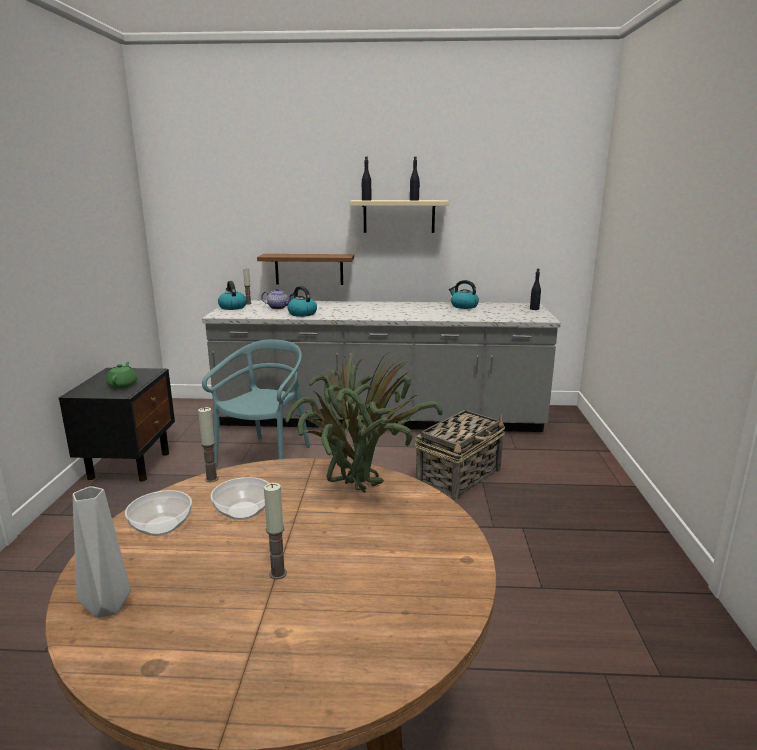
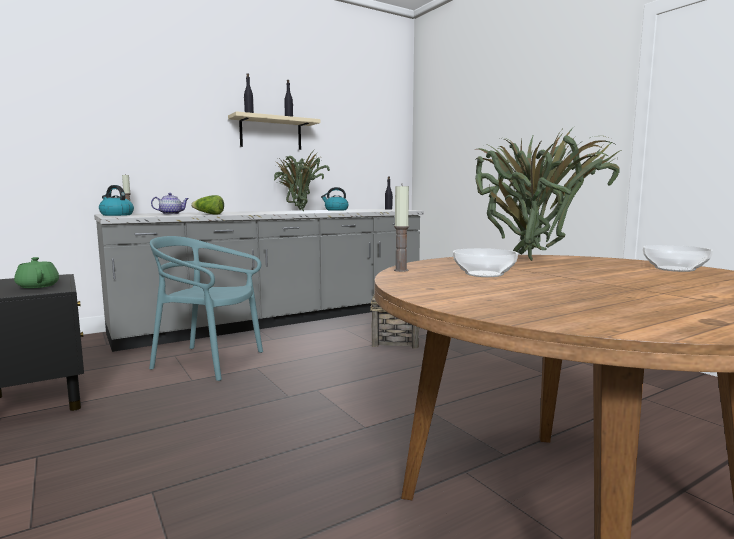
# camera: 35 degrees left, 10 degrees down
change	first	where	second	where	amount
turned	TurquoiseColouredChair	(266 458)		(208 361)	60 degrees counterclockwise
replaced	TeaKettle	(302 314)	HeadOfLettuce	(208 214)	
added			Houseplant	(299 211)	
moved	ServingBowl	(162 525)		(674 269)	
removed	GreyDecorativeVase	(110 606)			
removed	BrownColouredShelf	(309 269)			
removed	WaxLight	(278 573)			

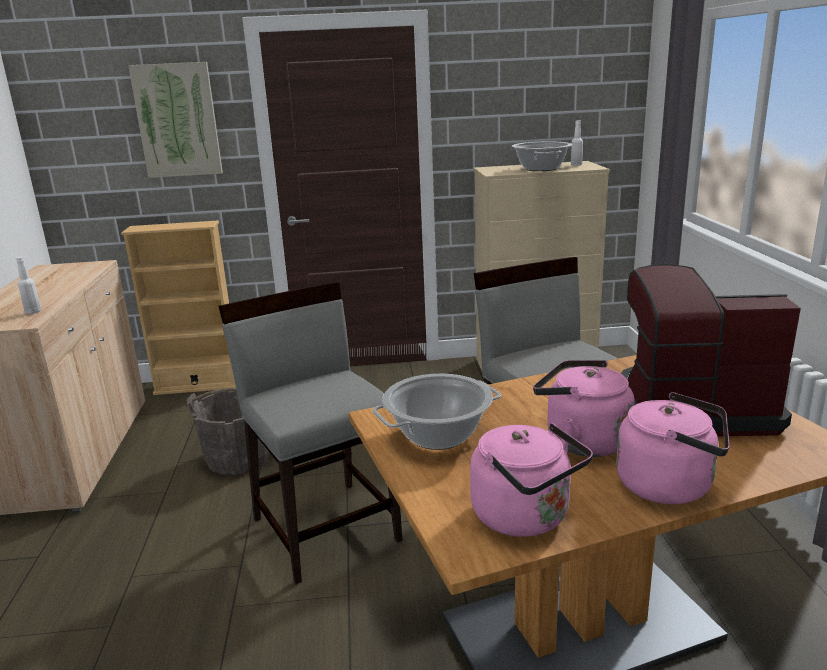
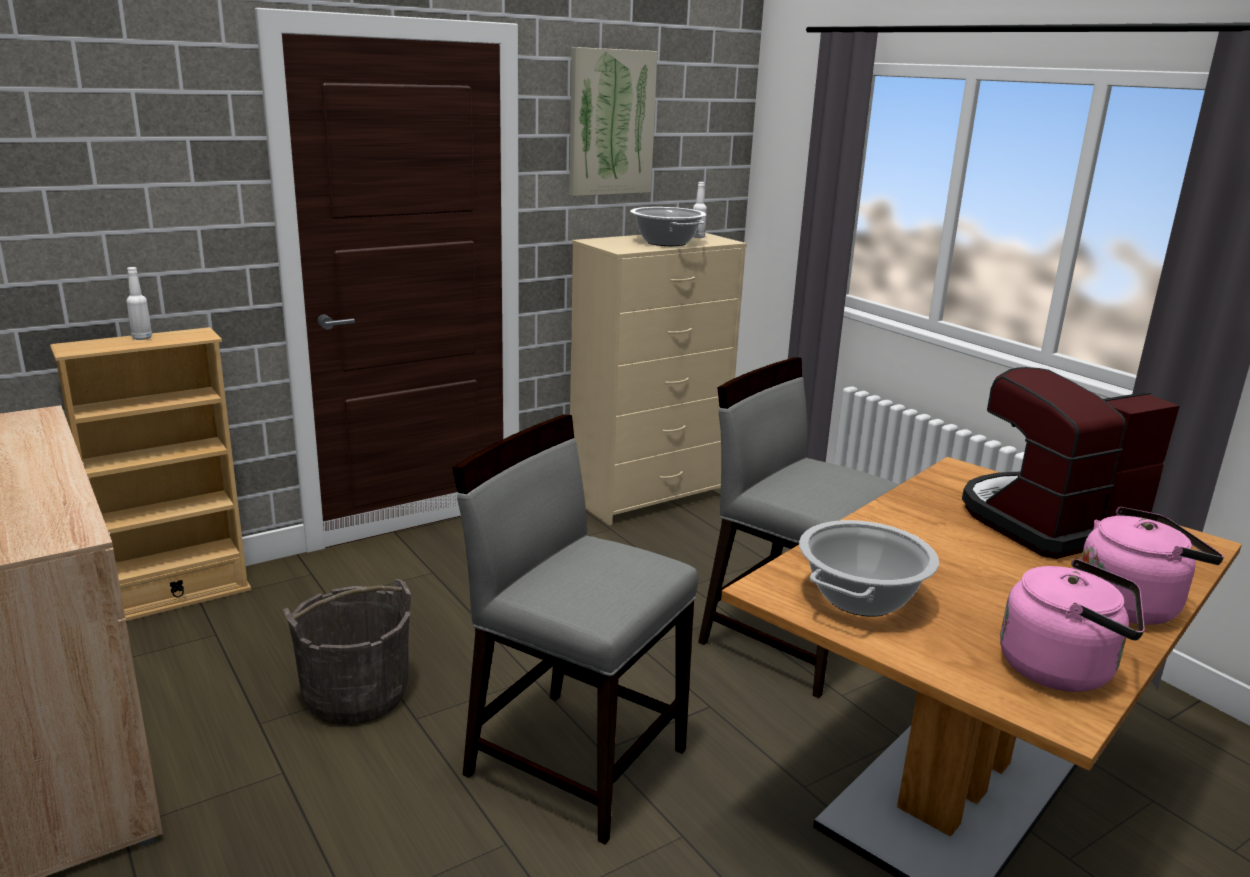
# camera: 30 degrees left, 0 degrees up
change	first	where	second	where	amount
moved	WhiteColouredDrinkBottle	(33 312)		(142 338)	
moved	WallPicture	(177 120)		(610 123)	
removed	PinkColouredTeaKettle	(581 441)			

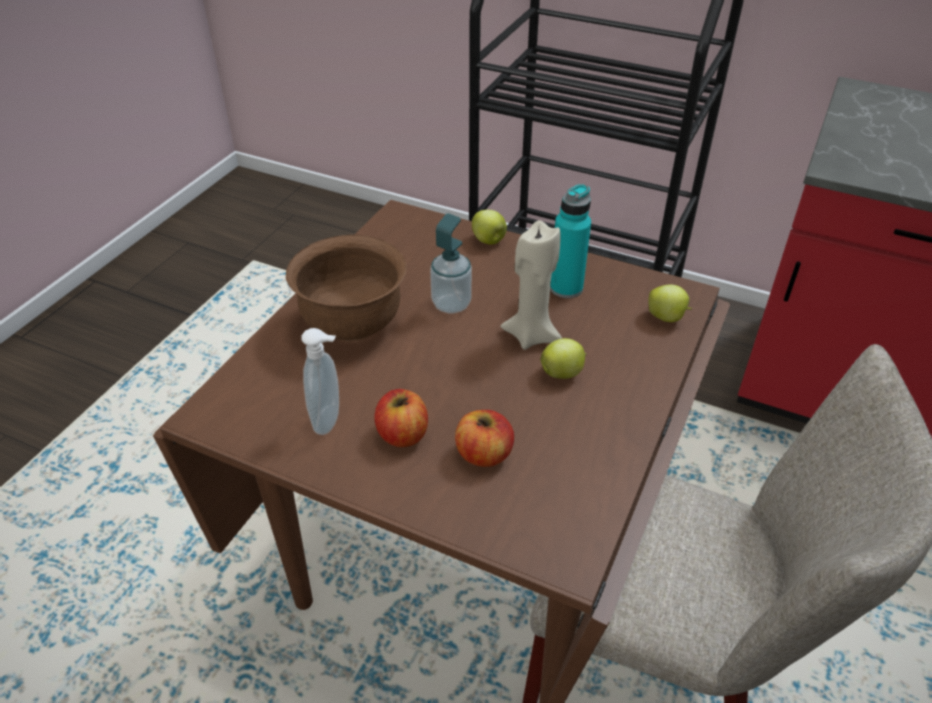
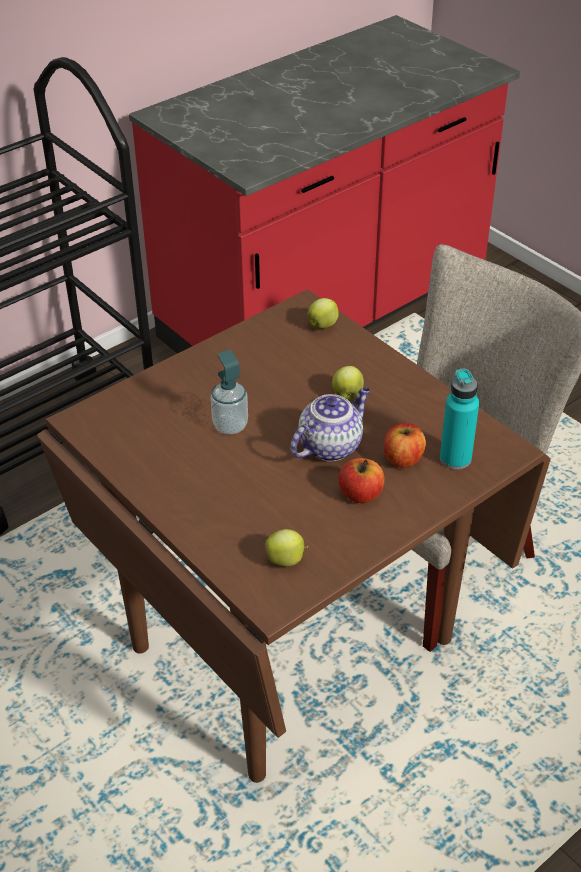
# camera: 65 degrees left, 0 degrees up
change	first	where	second	where	amount
moved	AppleFruit	(489 241)		(286 560)	
added			TeaPot	(330 445)	
moved	TurquoiseColouredDrinkBottle	(566 288)		(455 458)	
removed	BrownColouredServingBowl	(353 324)			
removed	SoapBottle	(330 420)			
removed	SandColouredWaxLight	(531 335)			

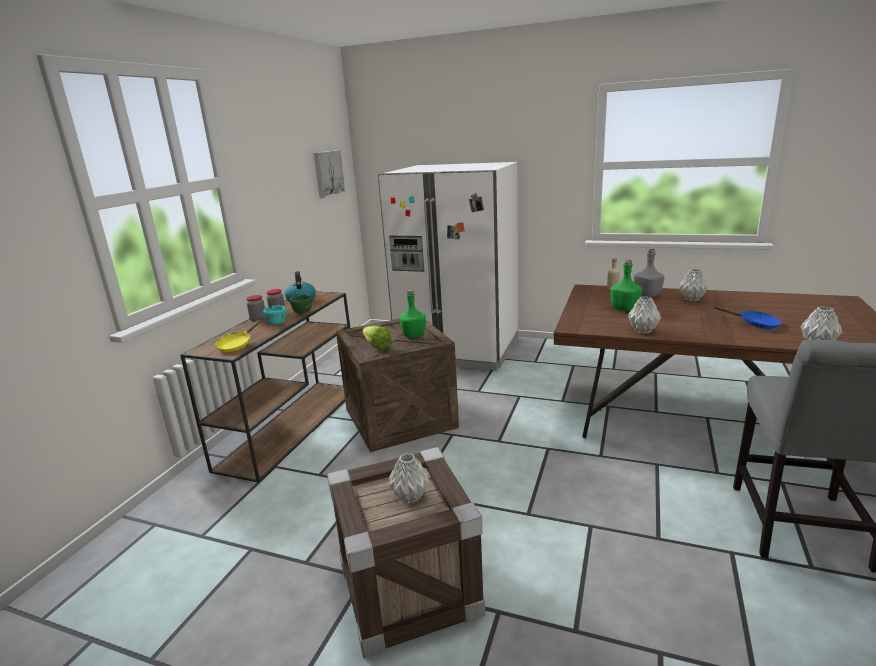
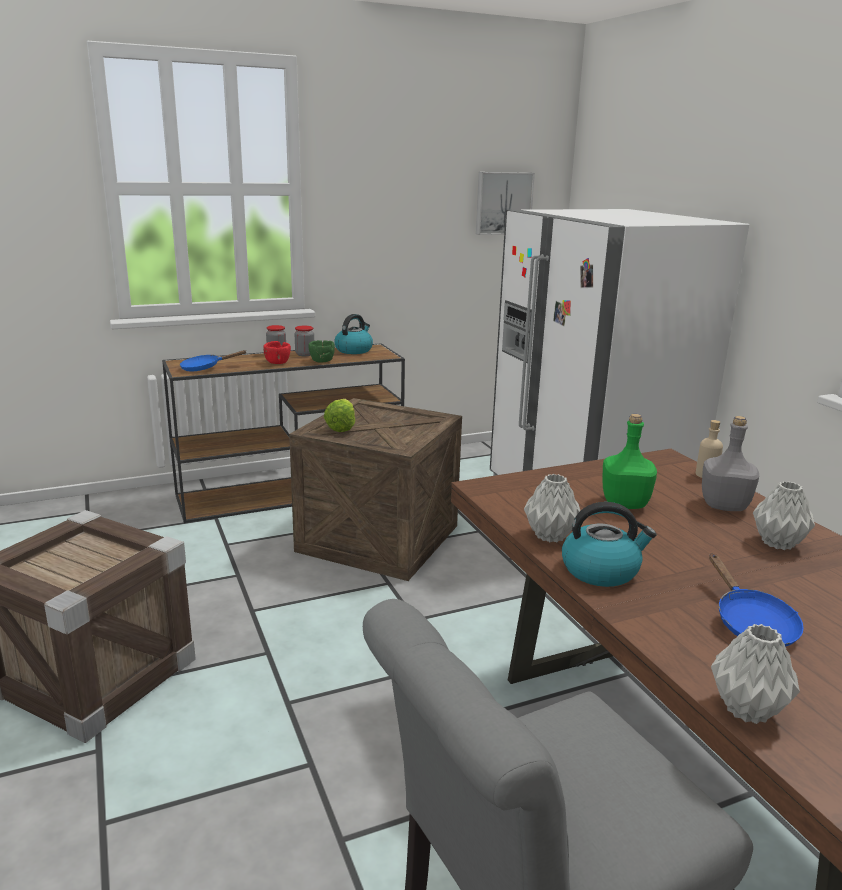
# camera: 45 degrees right, 0 degrees up
change	first	where	second	where	amount
recoloured	YellowColouredFryingPan	(237 345)	BlueColouredFryingPan	(204 368)	
recoloured	TurquoiseColouredServingBowl	(276 323)	RedServingBowl	(277 362)	
added			TeaKettle	(601 570)	
removed	GreyDecorativeVase	(409 497)			
removed	GreenishDrinkBottle	(414 335)			

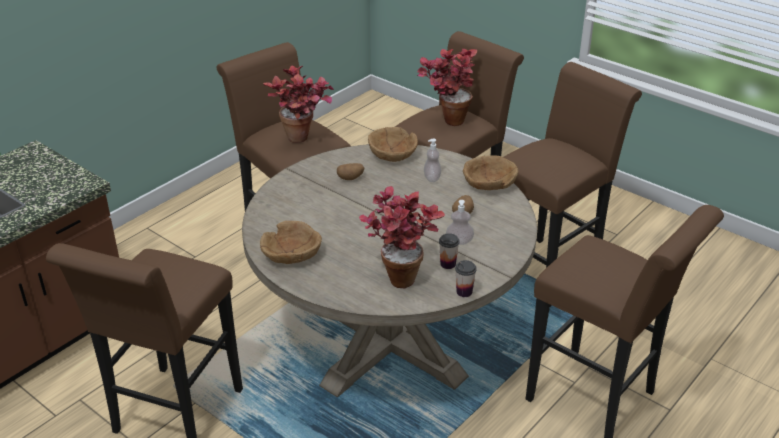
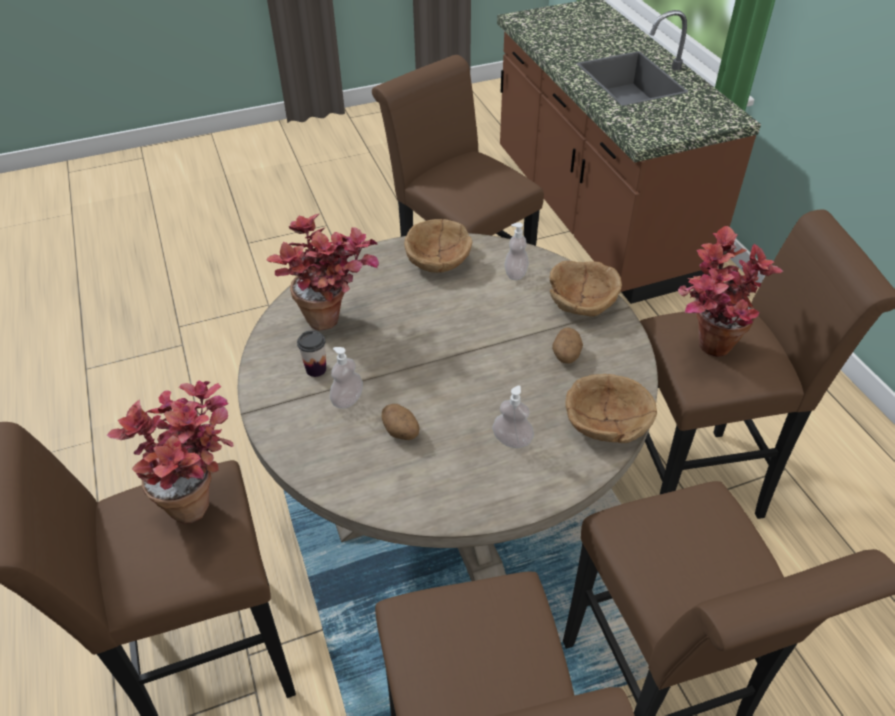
# camera: 120 degrees right, 10 degrees up
change	first	where	second	where	amount
moved	Houseplant	(446 120)		(203 499)	
added			SoapBottle	(515 273)	
moved	BrownColouredServingBowl	(489 184)		(582 301)	
removed	Cup	(464 292)			

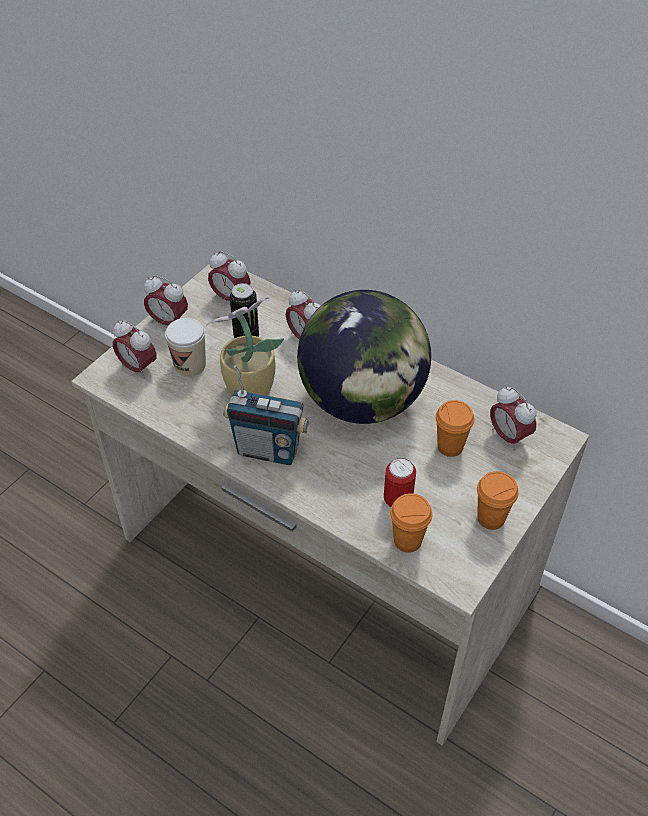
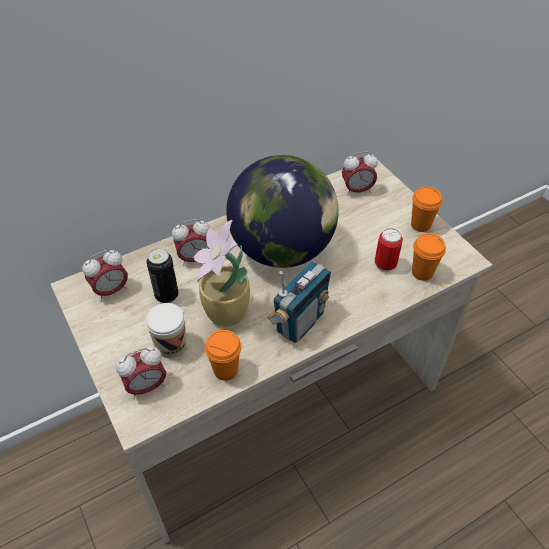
# camera: 65 degrees left, 0 degrees up
change	first	where	second	where	amount
moved	OrangeyCup	(450 447)		(225 370)	
removed	TableClock	(168 322)			

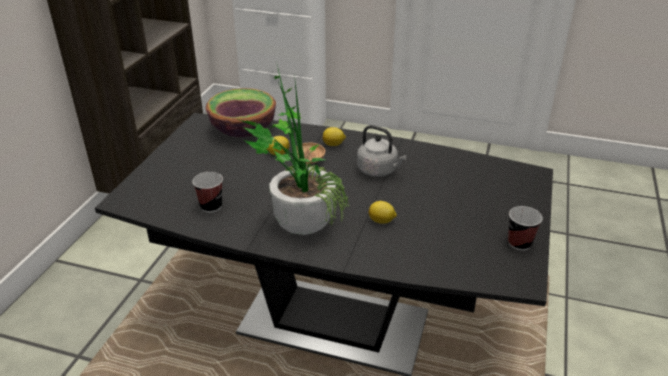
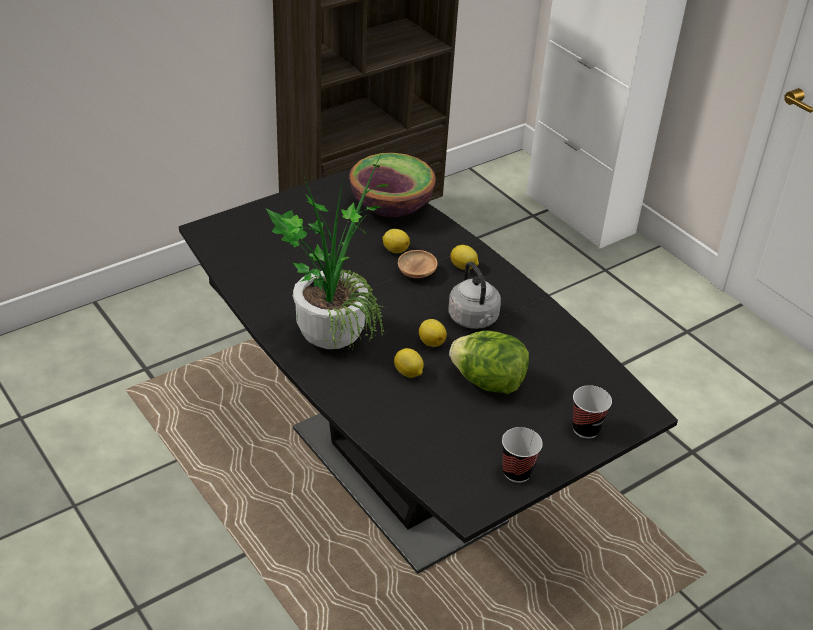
# camera: 35 degrees right, 5 degrees up
change	first	where	second	where	amount
added			Lemon	(431 342)	
added			HeadOfLettuce	(488 382)	
moved	Cup	(211 206)		(586 429)	

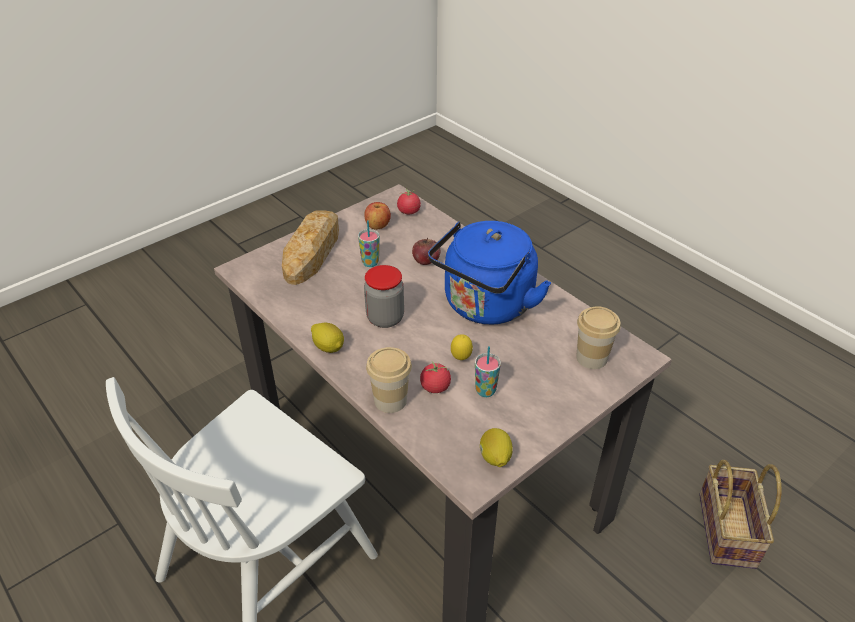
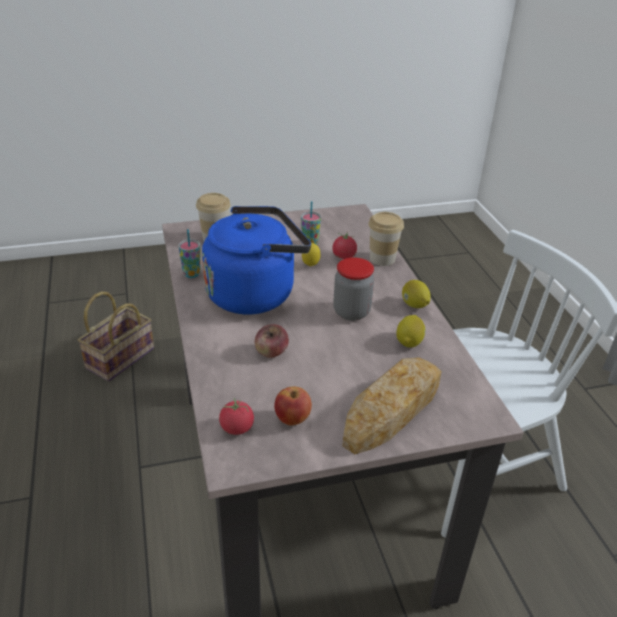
# camera: 155 degrees left, 5 degrees down
change	first	where	second	where	amount
moved	Cup	(370 263)		(191 274)	
moved	Lemon	(495 458)		(409 342)	

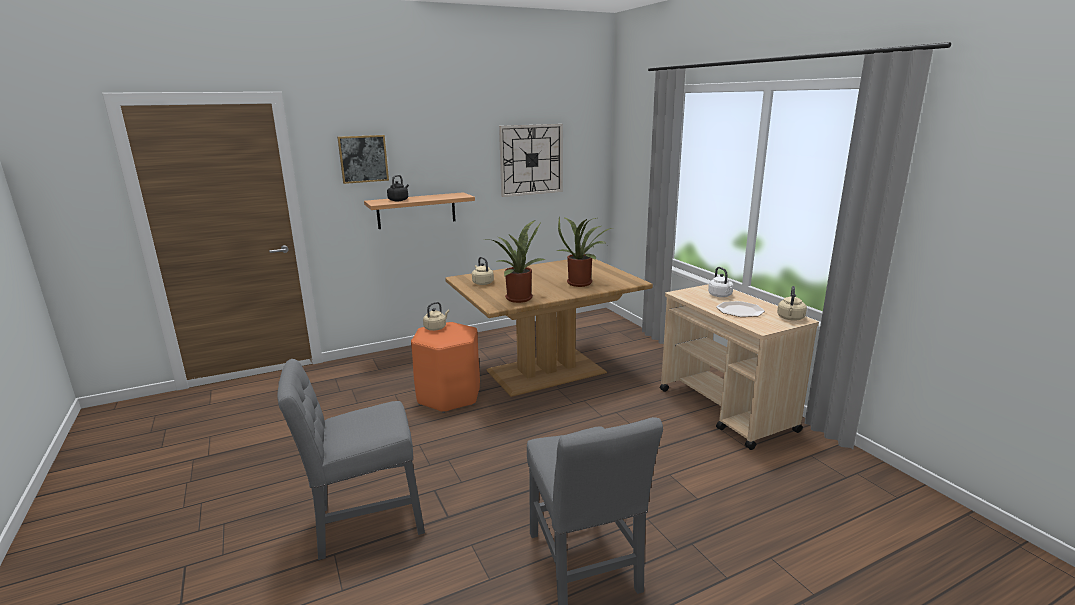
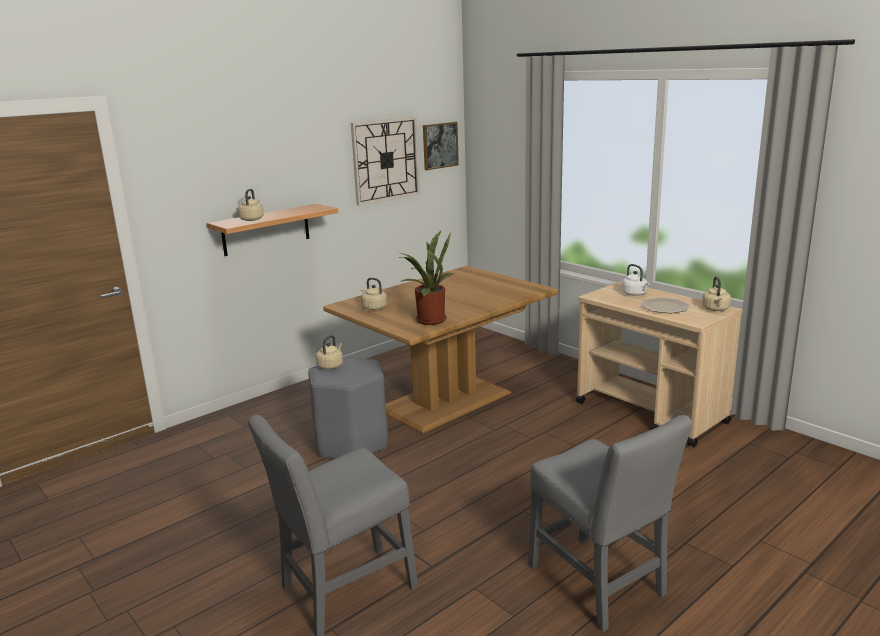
# camera: 15 degrees left, 0 degrees up
change	first	where	second	where	amount
recoloured	BlackishTeaKettle	(399 200)	SandColouredTeaKettle	(252 219)	
recoloured	OrangeyStool	(448 396)	GreyStool	(351 444)	
moved	WallPicture	(363 159)		(440 145)	
removed	Houseplant	(582 283)			

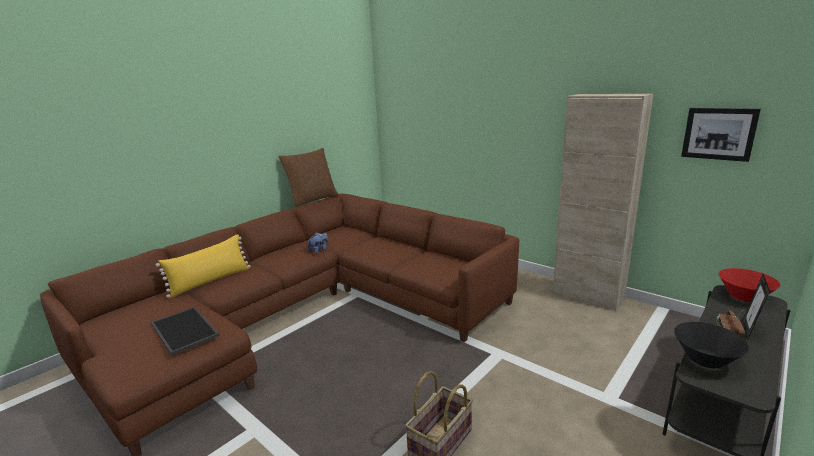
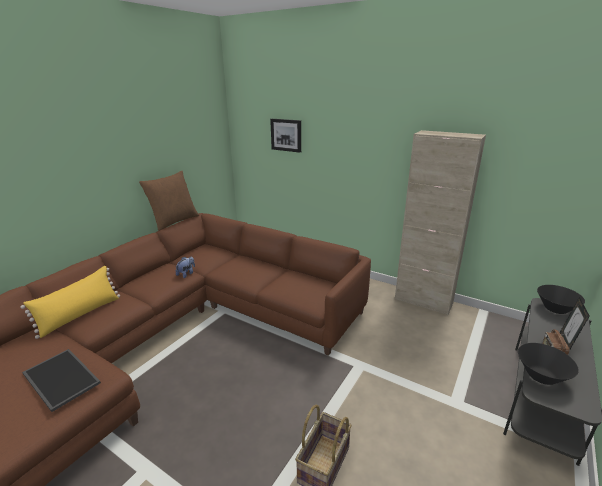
# camera: 10 degrees left, 5 degrees up
change	first	where	second	where	amount
moved	WallPicture	(719 133)		(286 135)	
recoloured	RedServingBowl	(743 297)	BlackishServingBowl	(555 309)	

